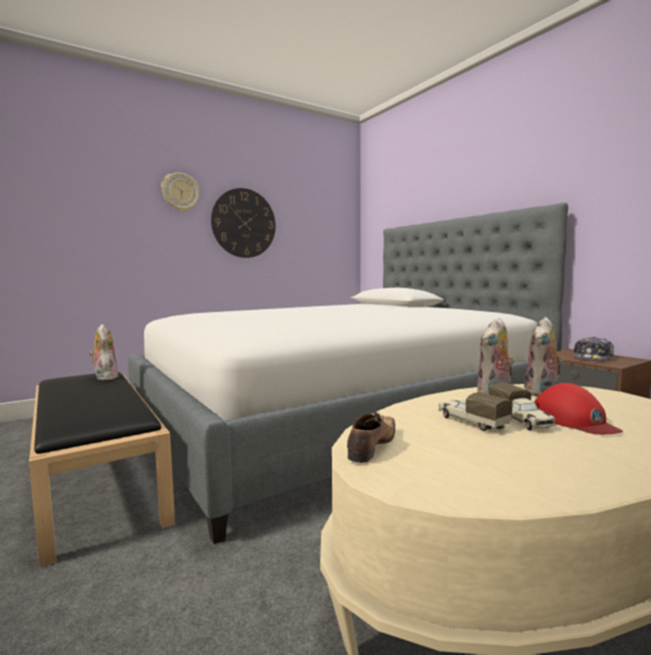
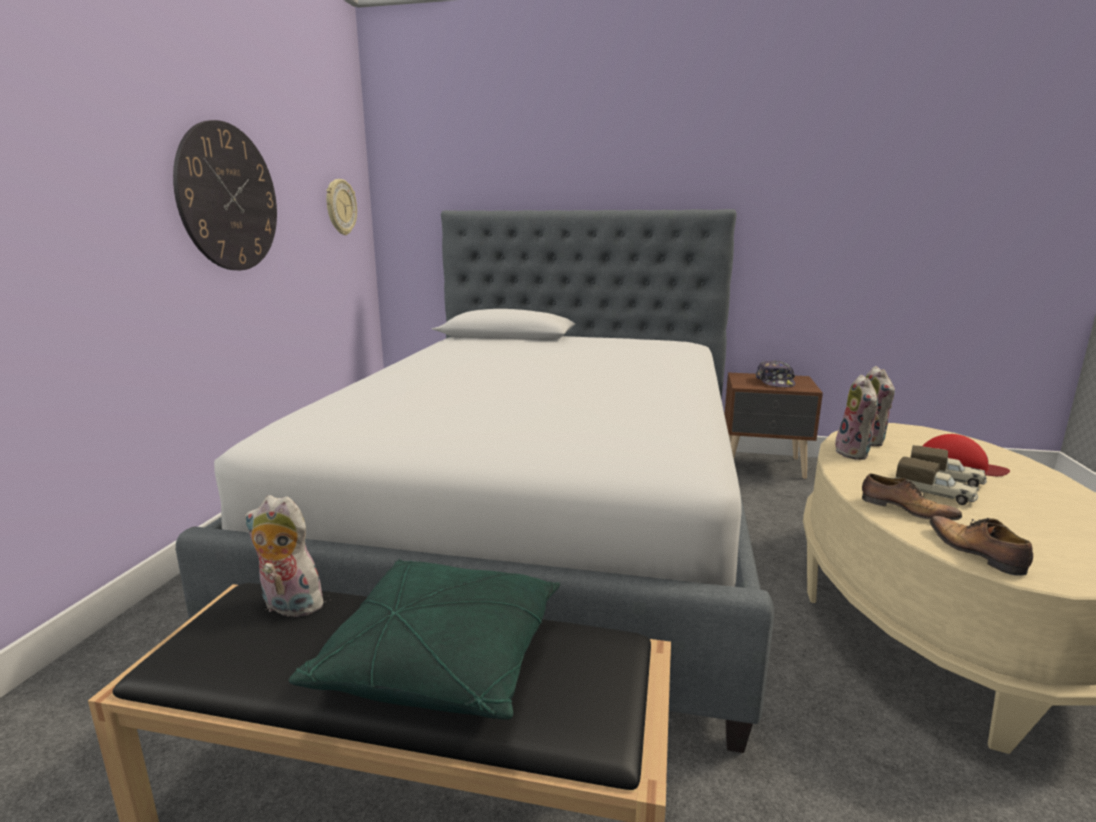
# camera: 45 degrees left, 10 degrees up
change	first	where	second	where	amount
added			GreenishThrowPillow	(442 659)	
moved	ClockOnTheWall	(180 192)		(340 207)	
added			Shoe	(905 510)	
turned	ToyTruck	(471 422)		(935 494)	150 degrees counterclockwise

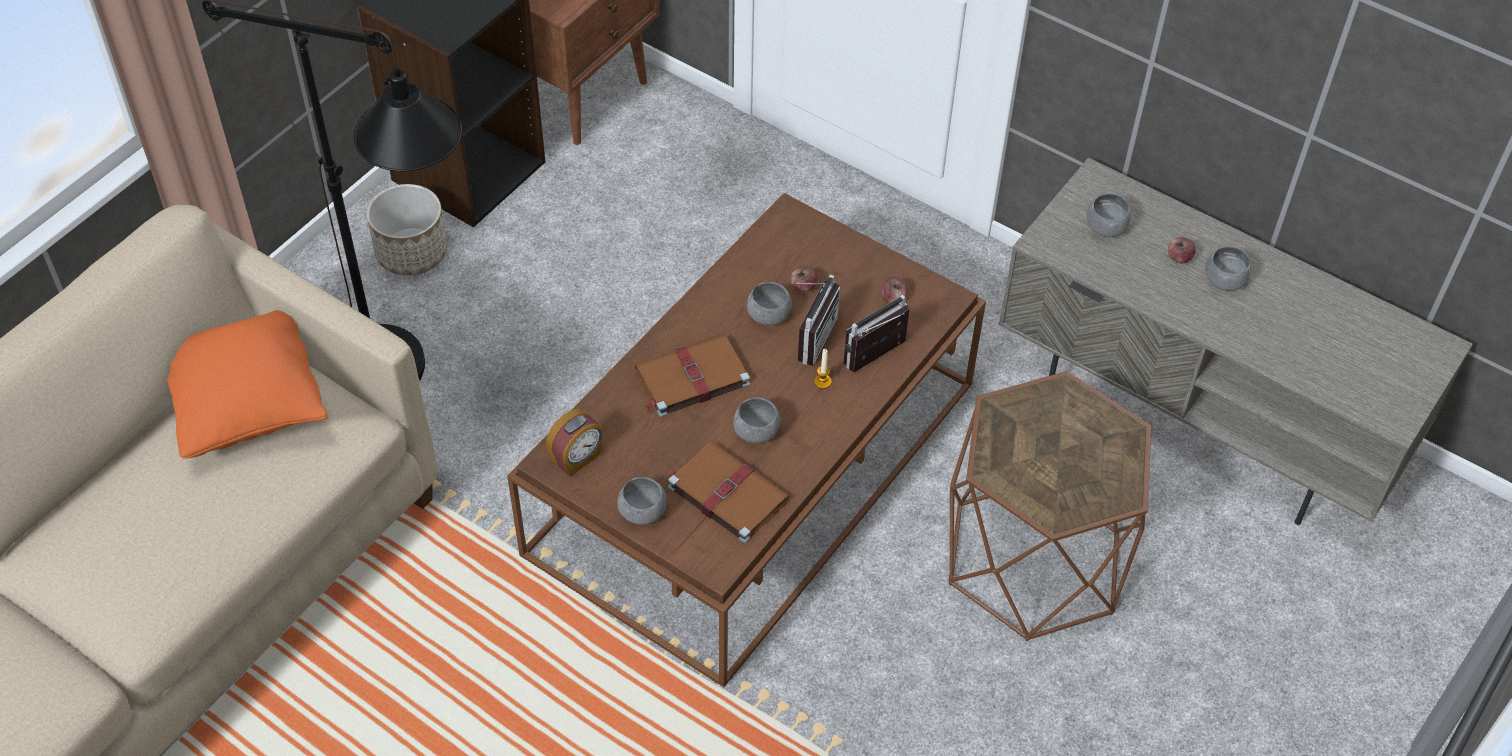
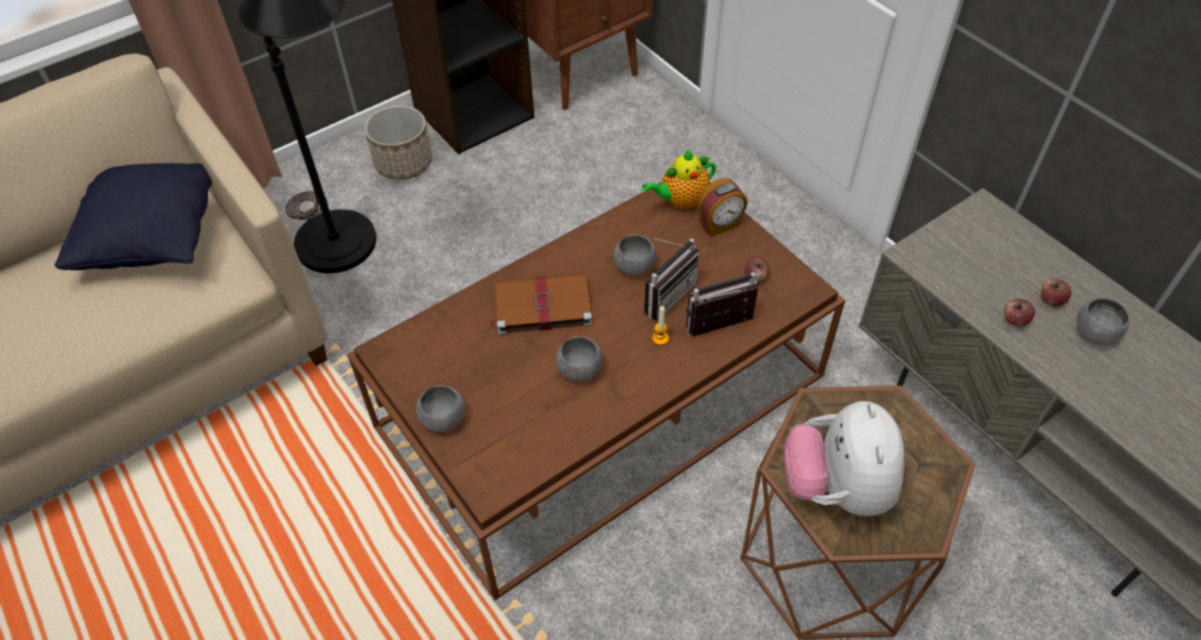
# camera: 20 degrees right, 0 degrees up
change	first	where	second	where	amount
recoloured	OrangeyThrowPillow	(247 406)	BlackishThrowPillow	(154 240)	
added			TeaPot	(681 201)	
moved	TableClock	(577 458)		(719 224)	
added			SoftToy	(836 487)	
moved	AppleFruit	(803 286)		(1014 320)	
removed	BrownColouredBoundBook	(726 493)			
removed	GreyServingBowl	(1105 227)			

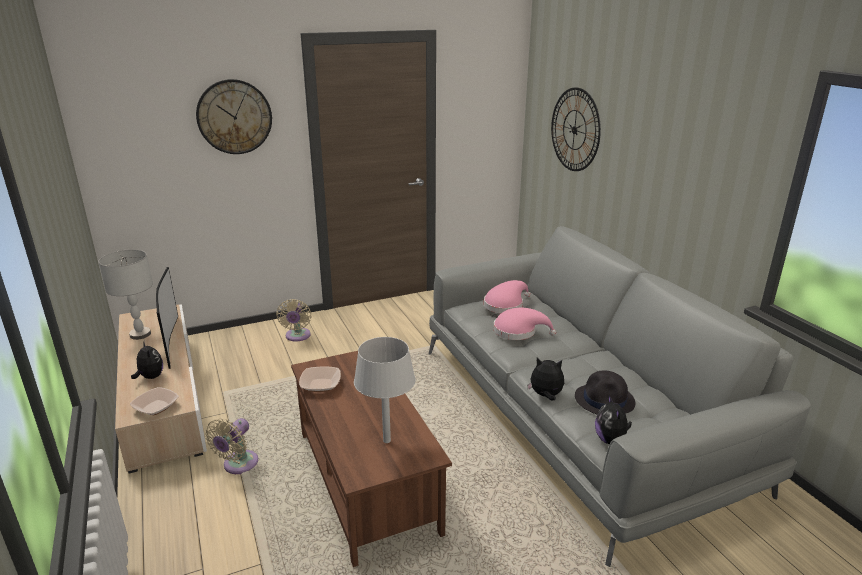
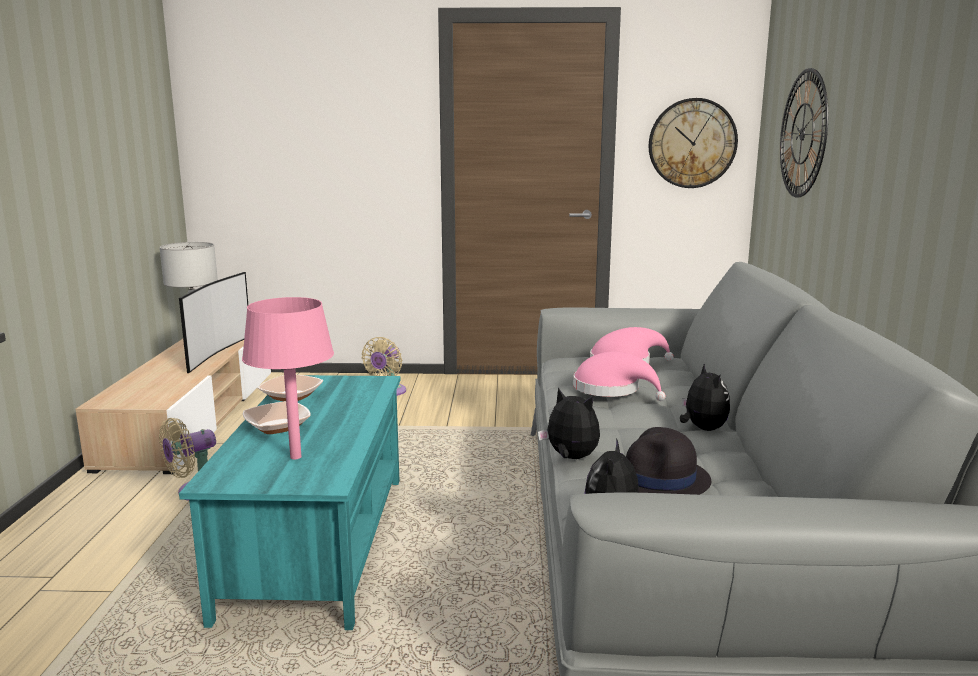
# camera: 25 degrees right, 10 degrees down
change	first	where	second	where	amount
recoloured	BrownColouredCoffeeTable	(367 481)	TurquoiseColouredCoffeeTable	(319 544)	
recoloured	GreyTabletopLamp	(386 441)	PinkColouredTabletopLamp	(295 457)	
moved	ServingBowl	(156 407)		(277 426)	
moved	ClockOnTheWall	(234 117)		(692 143)	
moved	SoftToy	(150 377)		(702 429)	

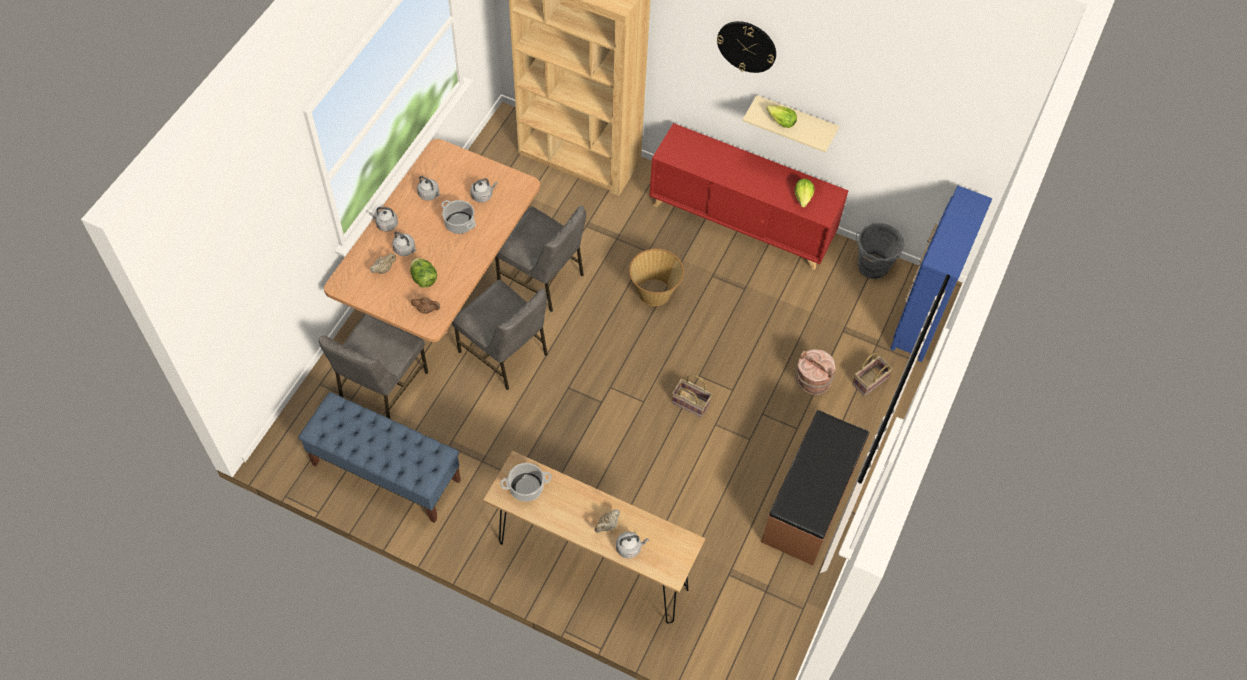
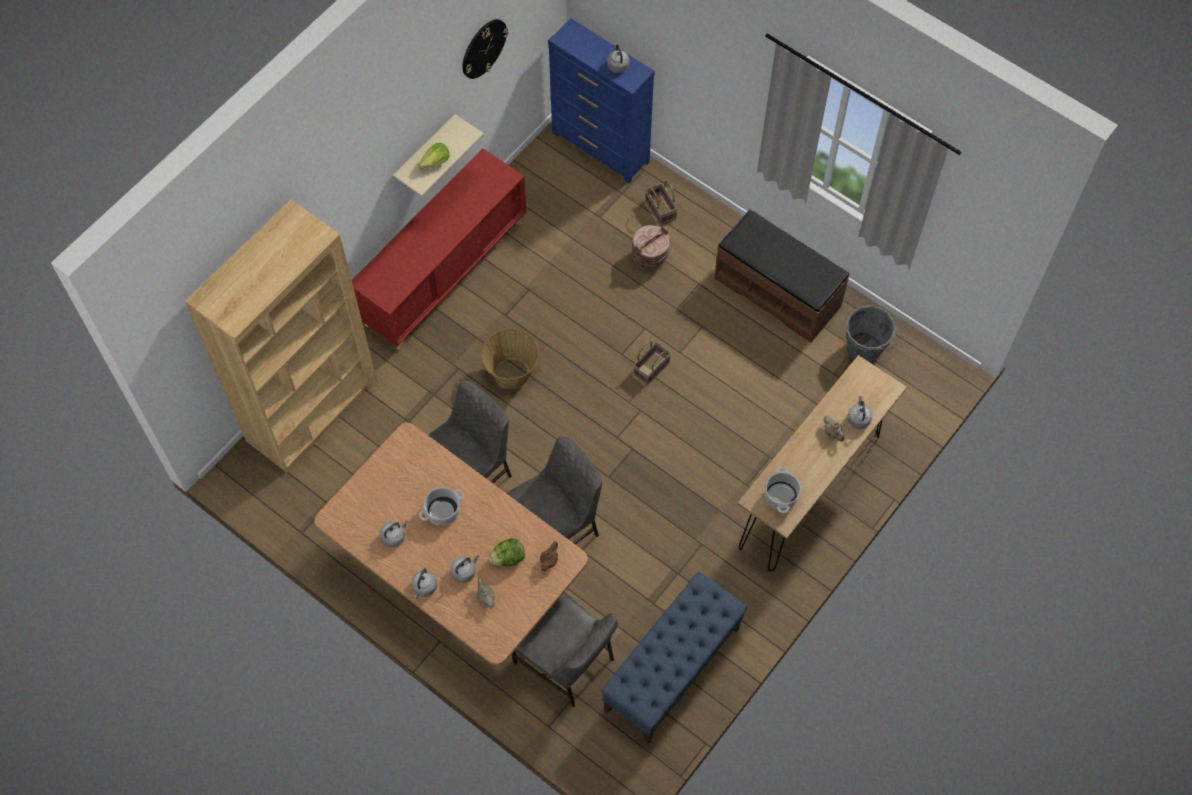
# camera: 75 degrees left, 5 degrees up
change	first	where	second	where	amount
moved	ClockOnTheWall	(747 46)		(483 48)	
moved	GreyTeaKettle	(483 195)		(617 65)	
moved	GreyBucket	(872 267)		(865 350)	
removed	HeadOfLettuce	(803 197)			

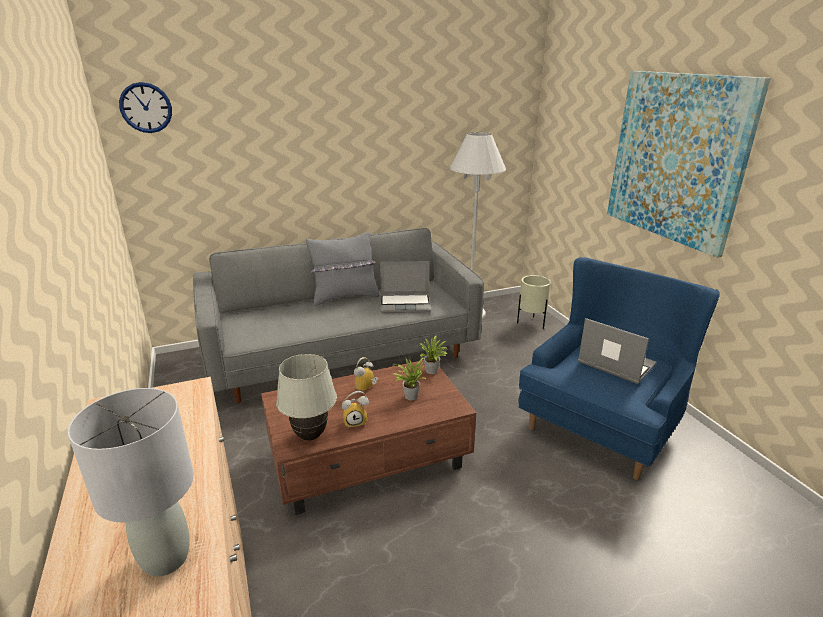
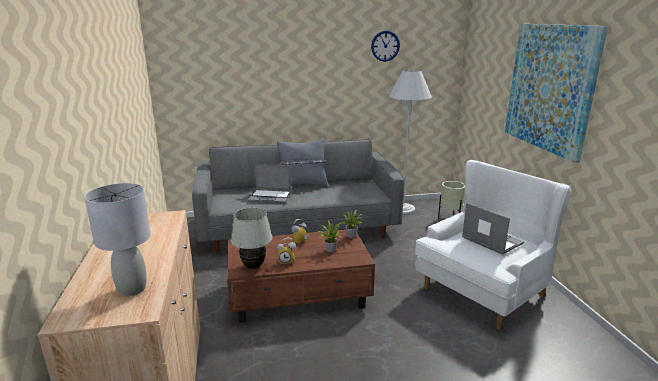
# camera: 10 degrees right, 5 degrees down
change	first	where	second	where	amount
moved	Laptop	(406 304)		(271 197)	
moved	ClockOnTheWall	(146 107)		(385 46)	
recoloured	BlueColouredEasyChair	(604 423)	WhiteColouredEasyChair	(486 290)	

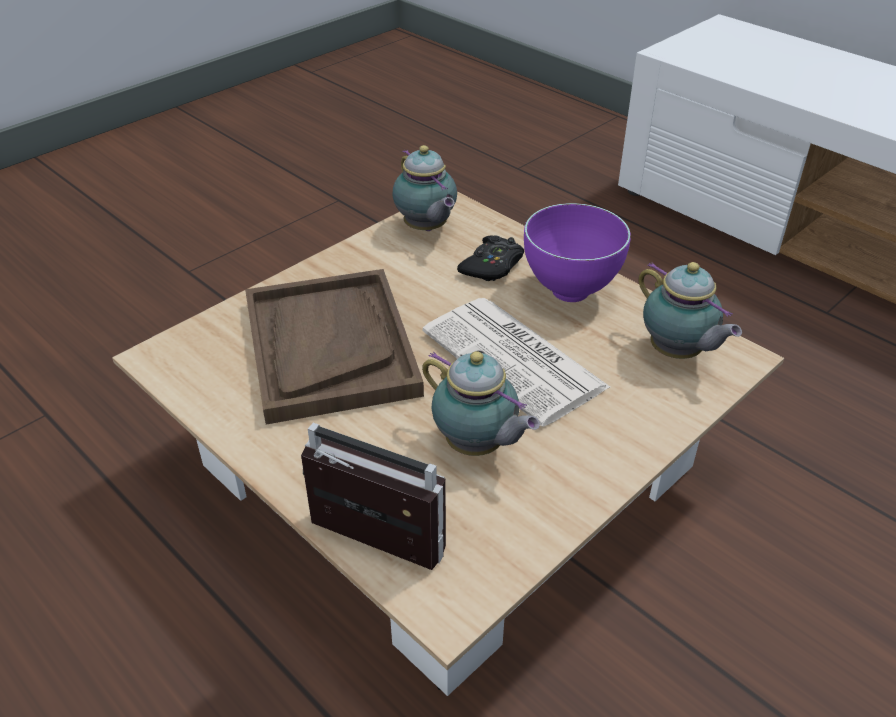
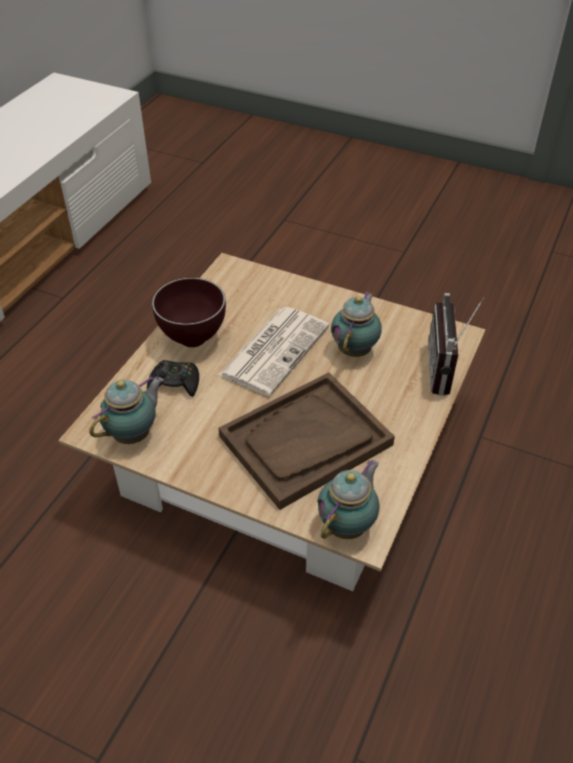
# camera: 110 degrees left, 5 degrees up
change	first	where	second	where	amount
recoloured	PurplishServingBowl	(567 292)	BrownColouredServingBowl	(192 341)	
moved	TeaPot	(677 353)		(348 525)	

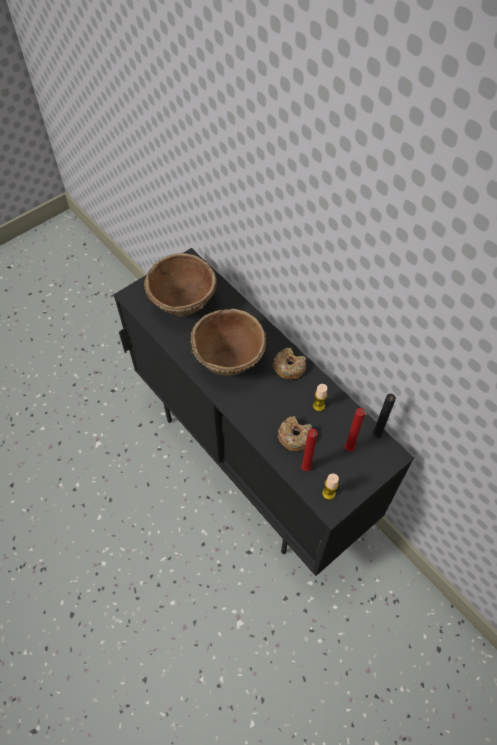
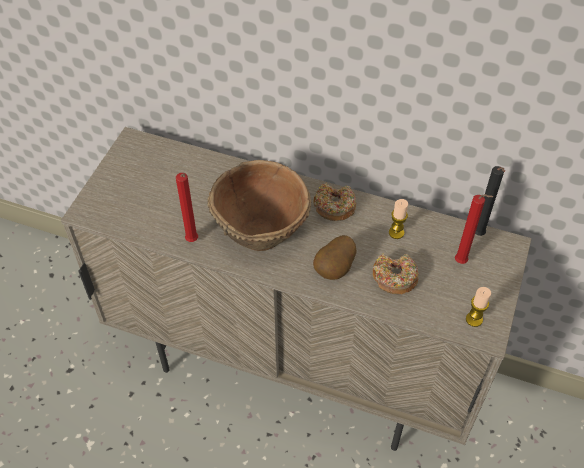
# camera: 30 degrees left, 5 degrees down
change	first	where	second	where	amount
recoloured	BlackishStorageCabinet	(251 462)	SandColouredStorageCabinet	(294 367)	
moved	RedWaxLight	(306 469)		(192 242)	
added			Potato	(335 269)	
removed	BrownColouredServingBowl	(184 304)			

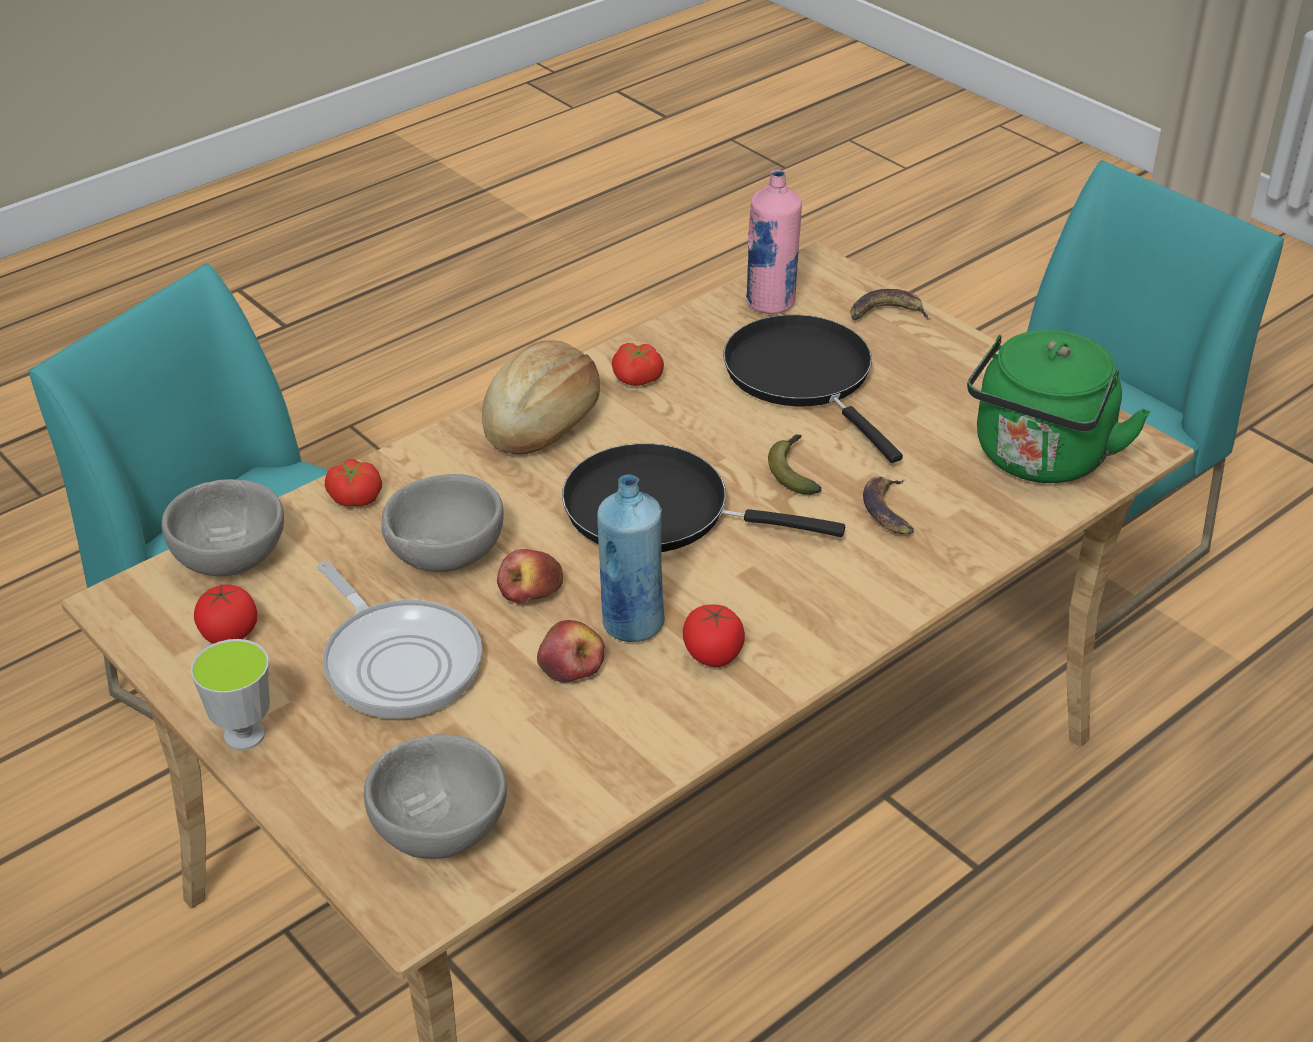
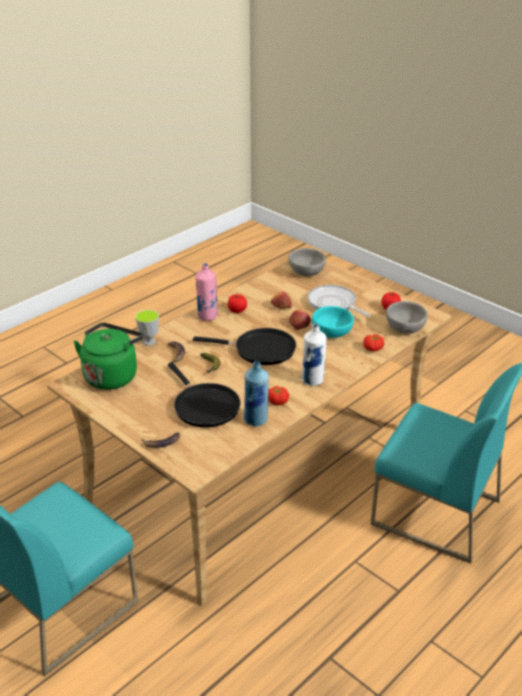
# camera: 175 degrees right, 5 degrees down
change	first	where	second	where	amount
moved	Cup	(244 735)		(149 342)	
moved	PinkColouredDrinkBottle	(770 303)		(207 316)	
moved	BlueColouredDrinkBottle	(632 624)		(256 420)	
replaced	BakeryBread	(543 421)	WhiteColouredDrinkBottle	(312 380)	
recoloured	GreyServingBowl	(448 554)	TurquoiseColouredServingBowl	(331 332)	

